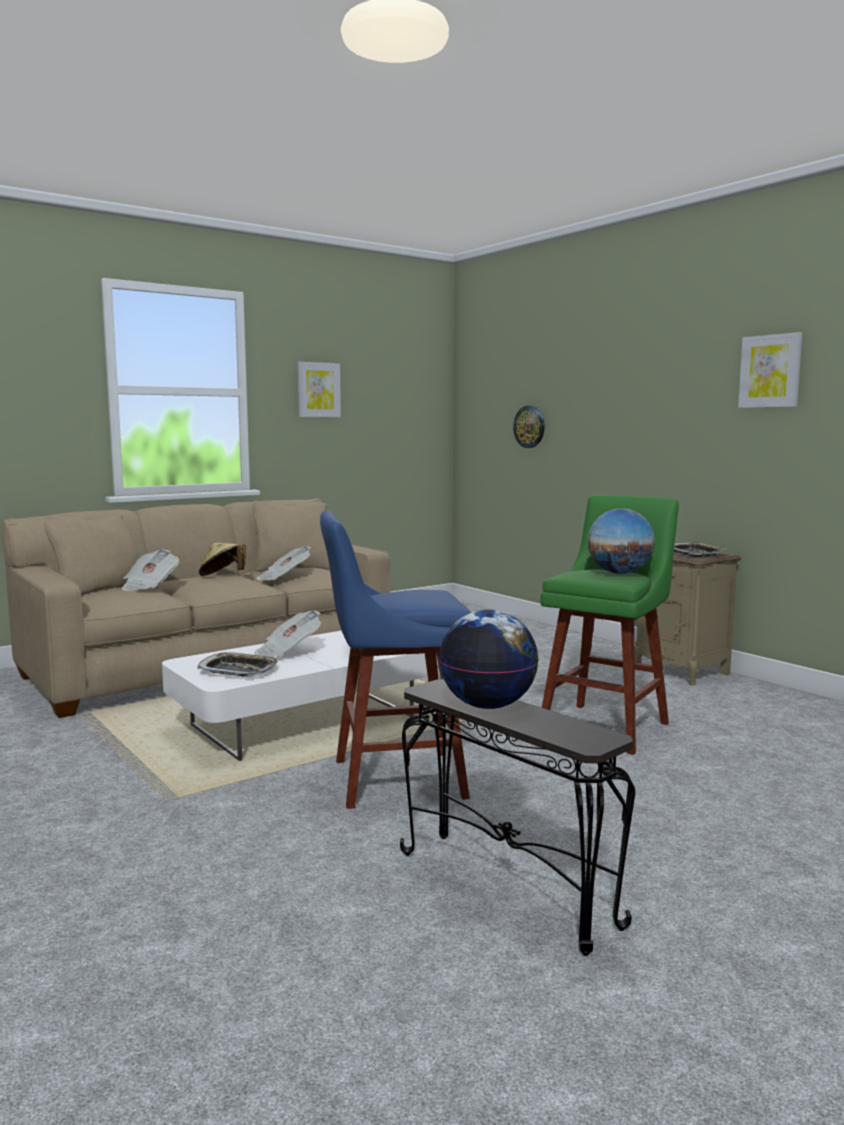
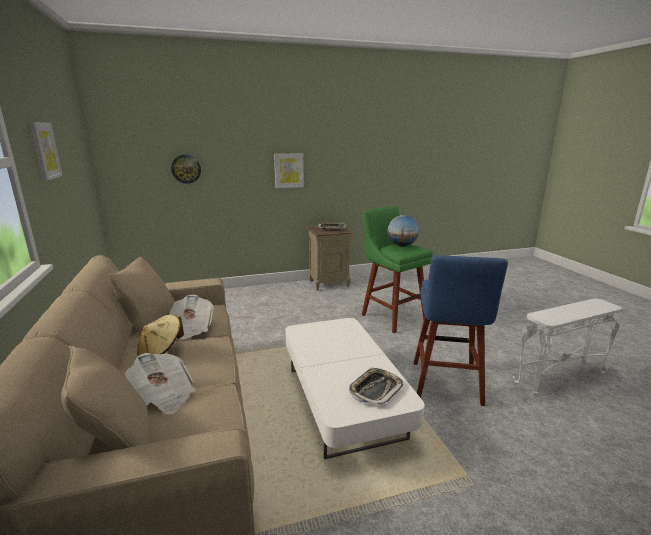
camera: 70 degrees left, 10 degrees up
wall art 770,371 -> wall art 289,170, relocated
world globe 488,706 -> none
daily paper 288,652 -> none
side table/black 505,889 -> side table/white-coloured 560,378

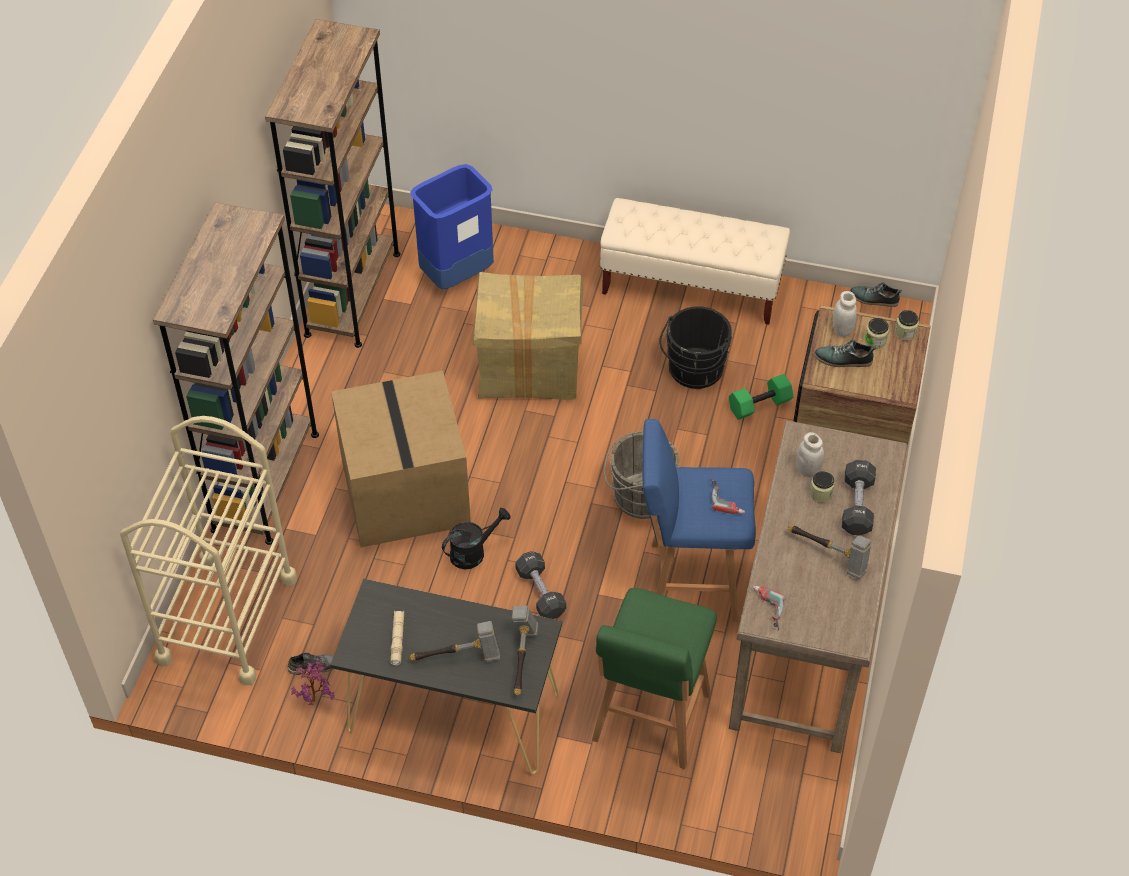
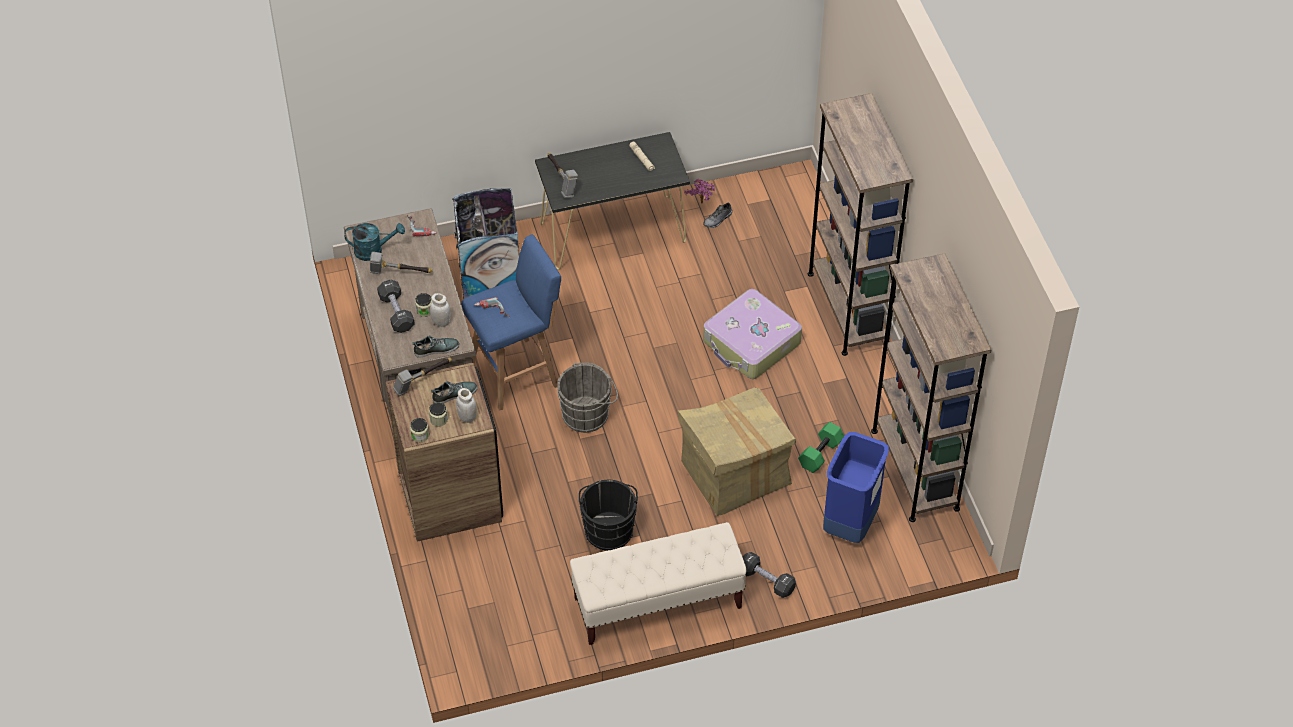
camera: 150 degrees right, 0 degrees up
shoe 874,299 -> shoe 436,349, relocated
carton 403,491 -> piece of luggage 751,343
dumbbell/green-coloured 760,404 -> dumbbell/green-coloured 821,454, relocated
trolley/sand-coloured 227,619 -> none
watering can/black 473,552 -> none
dumbbell/black 540,592 -> dumbbell/black 766,580, relocated
stool seat/green-coloured 650,721 -> rubbish bin 490,280
tool hammer 458,657 -> tool hammer 422,381, relocated
none -> watering can/blue-green 374,250

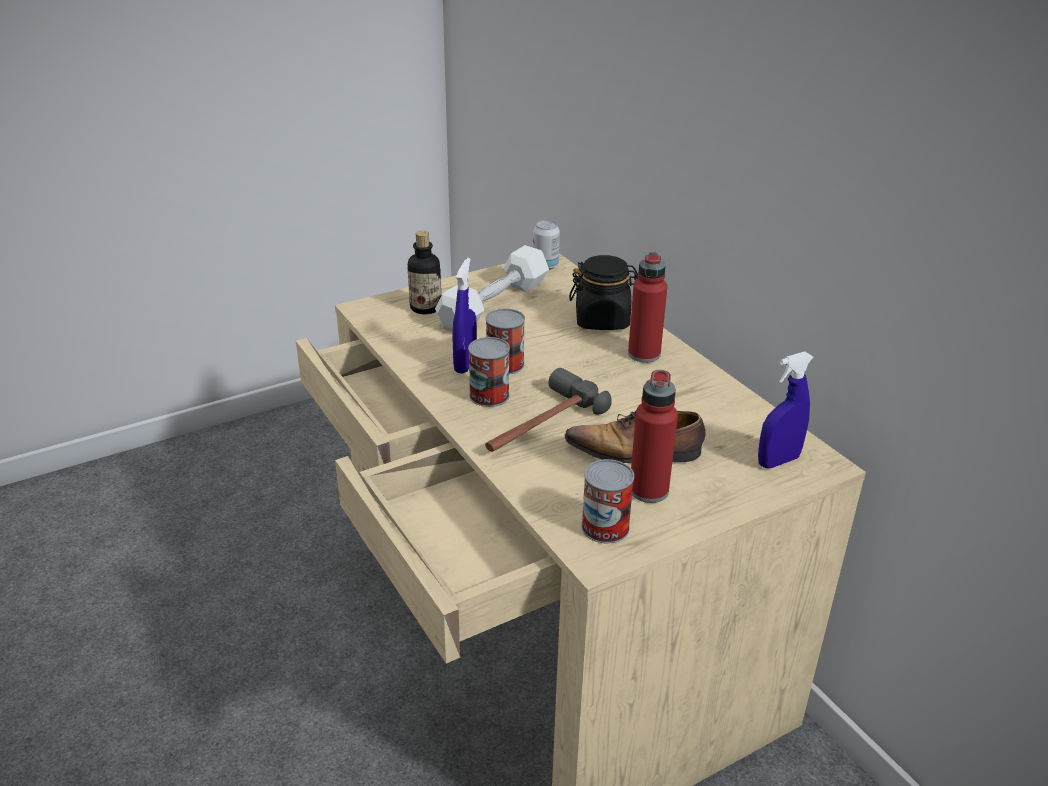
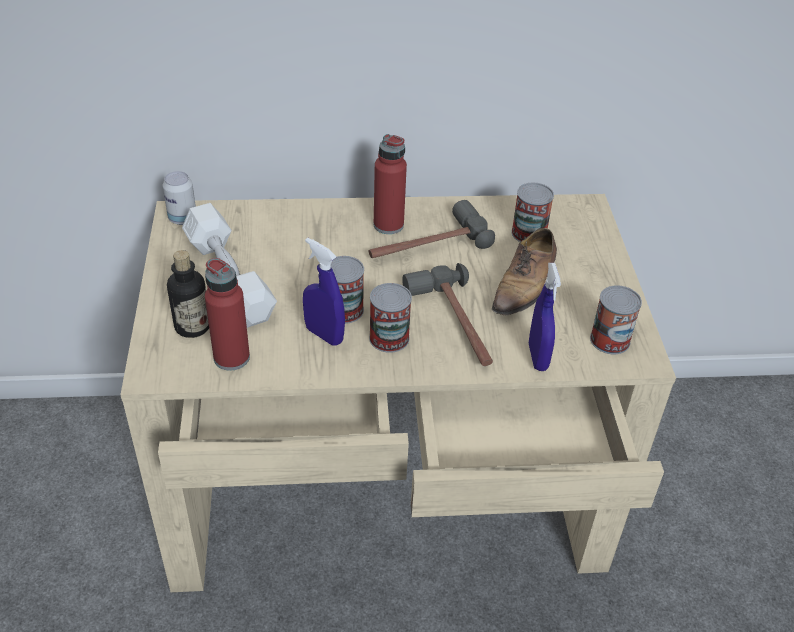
camera: 65 degrees left, 10 degrees up
preserve jar/black 602,320 -> none
sprayer/blue-coloured 778,461 -> sprayer/blue-coloured 537,357, relocated
drink bottle/red-coloured 648,490 -> drink bottle/red-coloured 231,358, relocated
none -> sealed can 529,233
none -> tool hammer 427,245

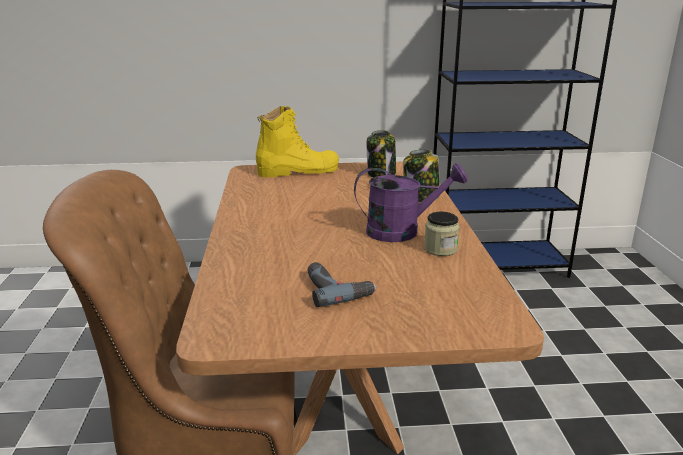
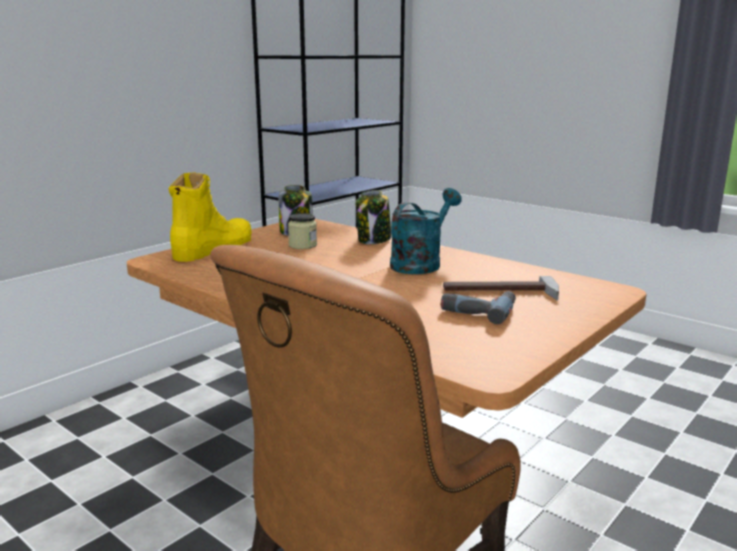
camera: 45 degrees left, 5 degrees down
watering can/purplish 402,231 -> watering can/blue-green 420,263
preserve jar 440,249 -> preserve jar 302,245, relocated
none -> tool hammer 500,292

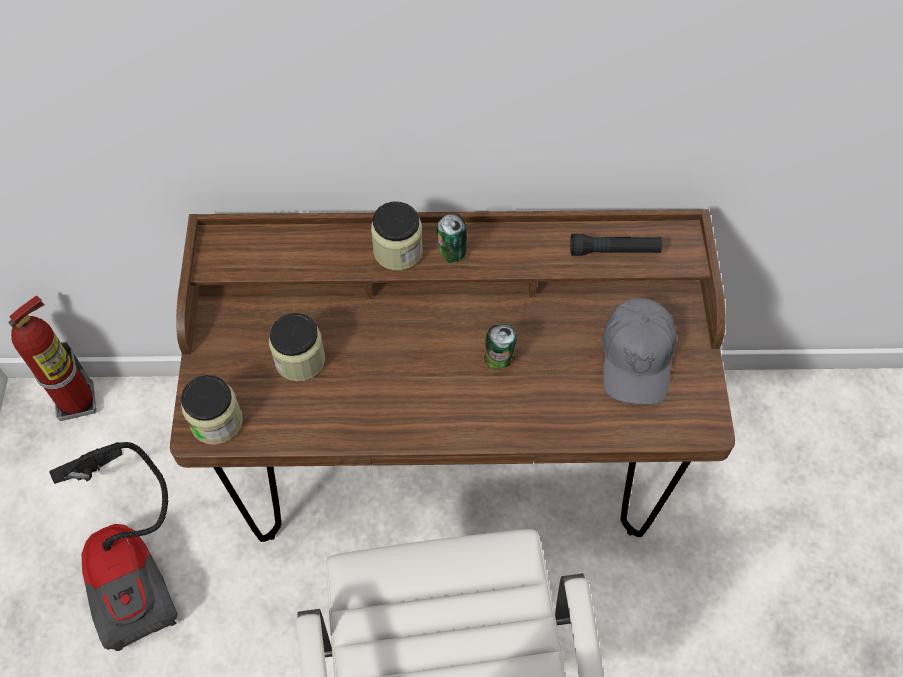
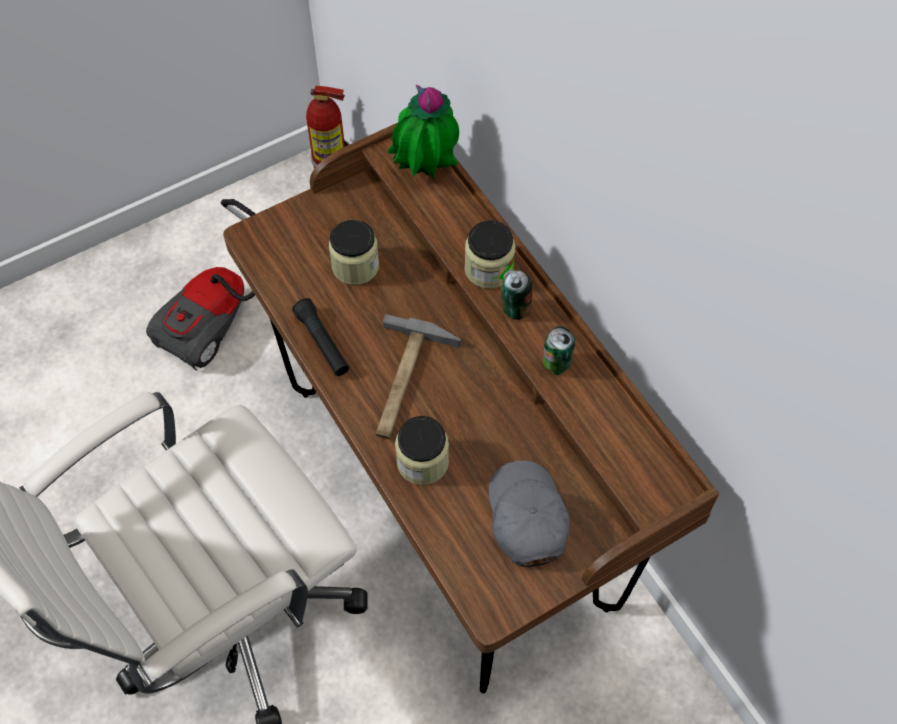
camera: 60 degrees right, 0 degrees up
hand torch/black 614,251 -> hand torch/black 322,343, relocated
cap/gray 637,357 -> cap/gray 526,518, 105 degrees clockwise
sealed can 498,361 -> sealed can 555,365, relocated
preserve jar 216,421 -> preserve jar 422,462, relocated
none -> plant in a pot 425,174
none -> tool hammer 406,382

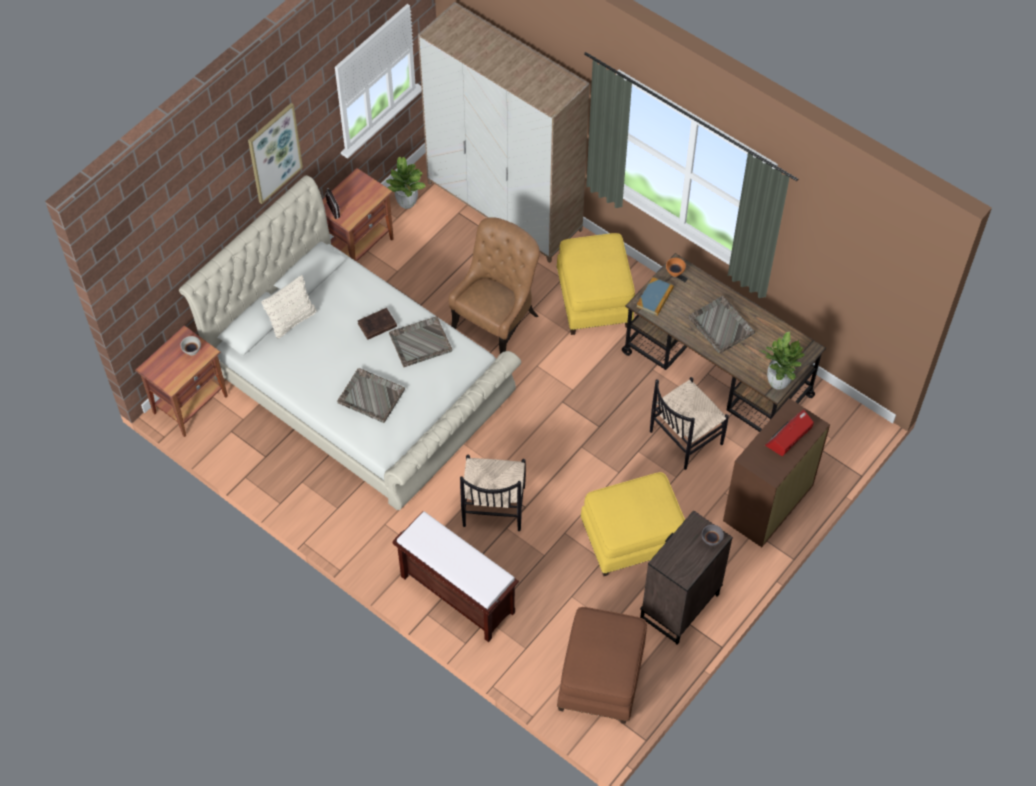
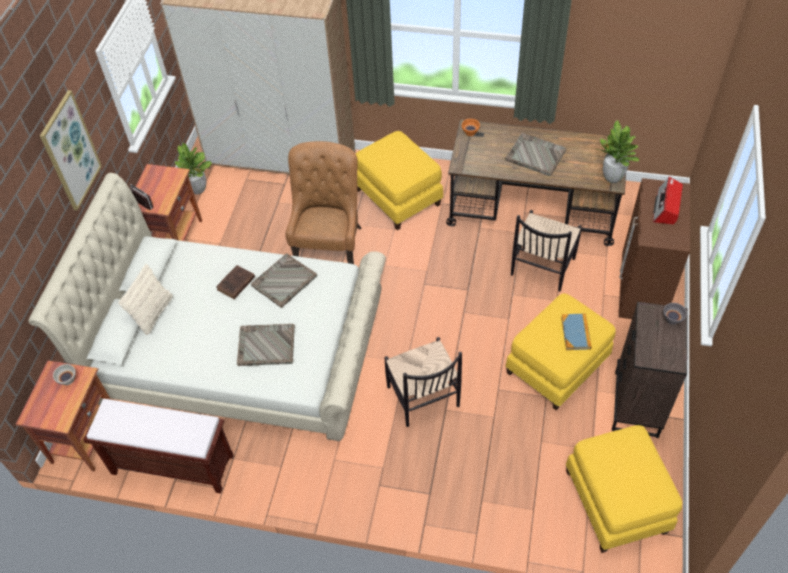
camera: 25 degrees left, 5 degrees down
bound book 655,297 -> bound book 576,333, relocated
long seat/brown-coloured 456,594 -> long seat/brown-coloured 171,465, relocated
pouffe/brown-coloured 602,677 -> pouffe/yellow-coloured 617,501

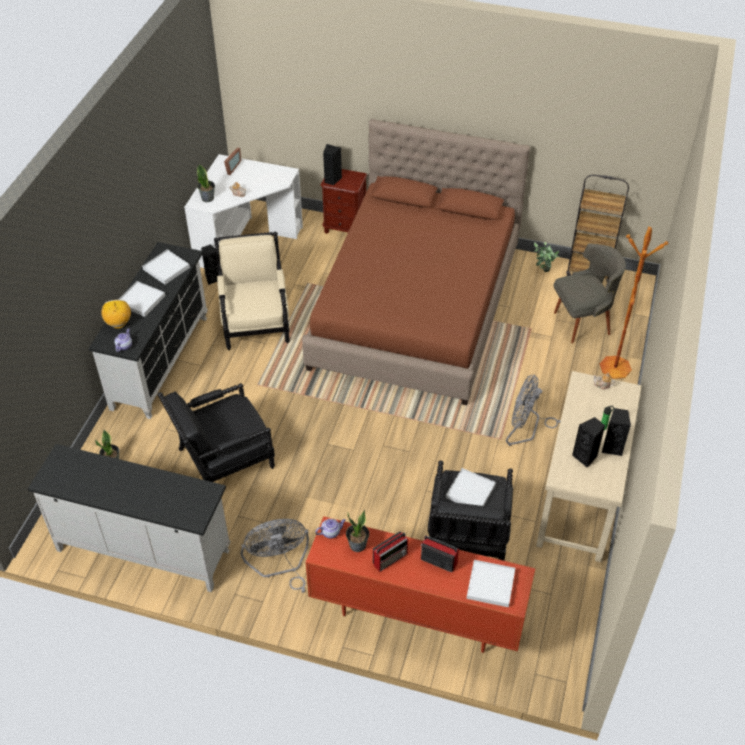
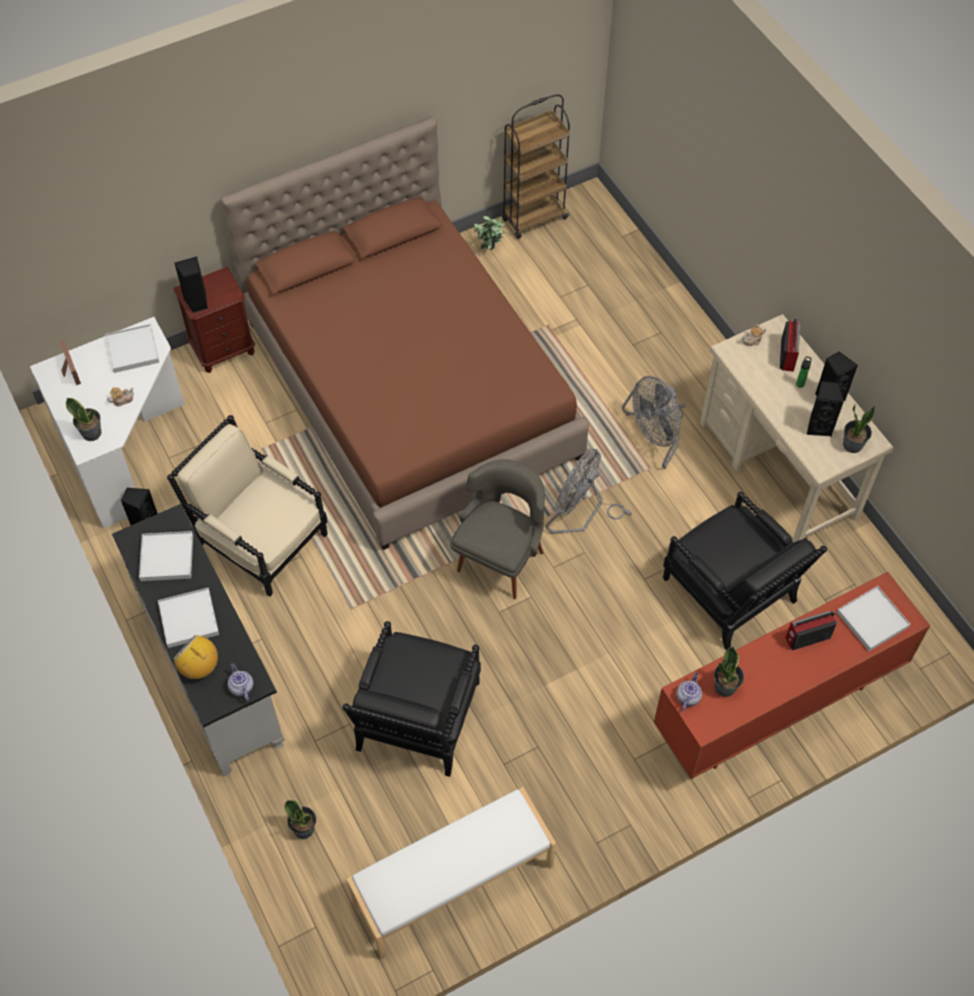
camera: 45 degrees left, 10 degrees up
garment stand/orange 615,367 -> none
plain chair/gray 581,323 -> plain chair/gray 499,562, relocated
drawer chest/black 143,548 -> long seat/white-coloured 453,885
carrying tray/white-coloured 470,491 -> carrying tray/white-coloured 133,350, relocated
fan/gray 281,565 -> fan/gray 584,509, relocated
radio 391,558 -> radio 787,354, relocated
none -> plant in a pot 852,445

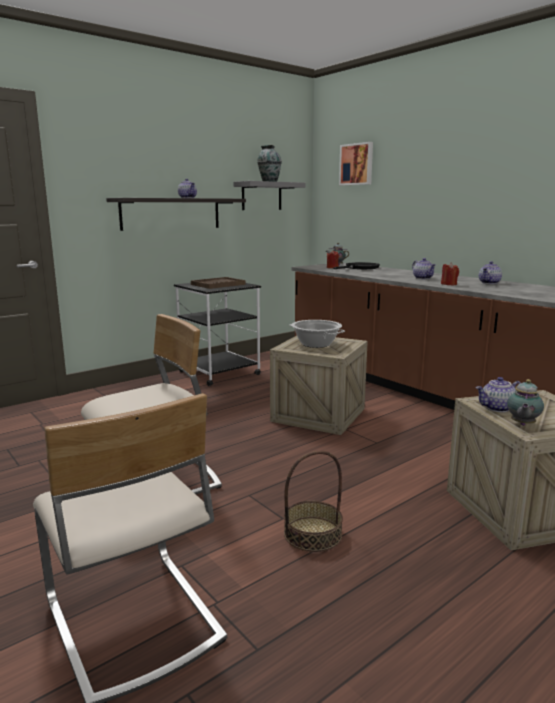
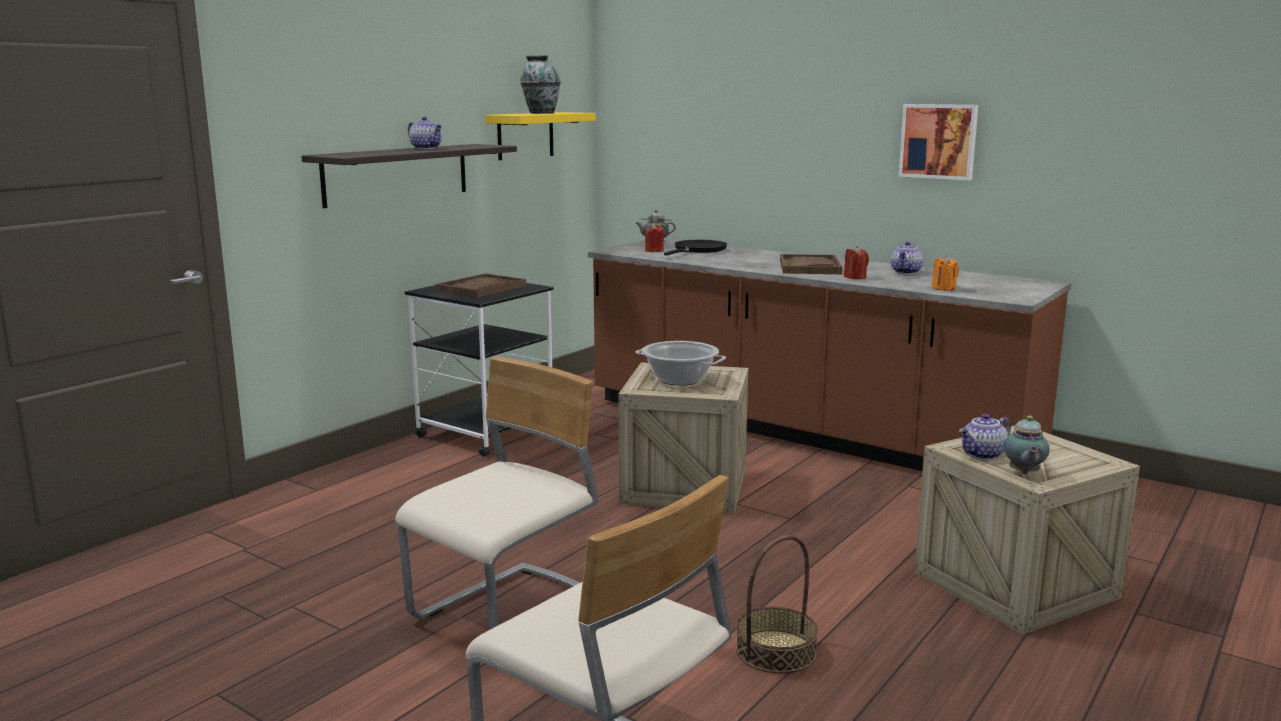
camera: 15 degrees left, 0 degrees up
wall art 357,164 -> wall art 939,141, relocated
shelf/gray 261,196 -> shelf/yellow-coloured 525,135
tea pot 423,278 -> carrying tray/brown-coloured 809,267
none -> wax light/orange 943,288

